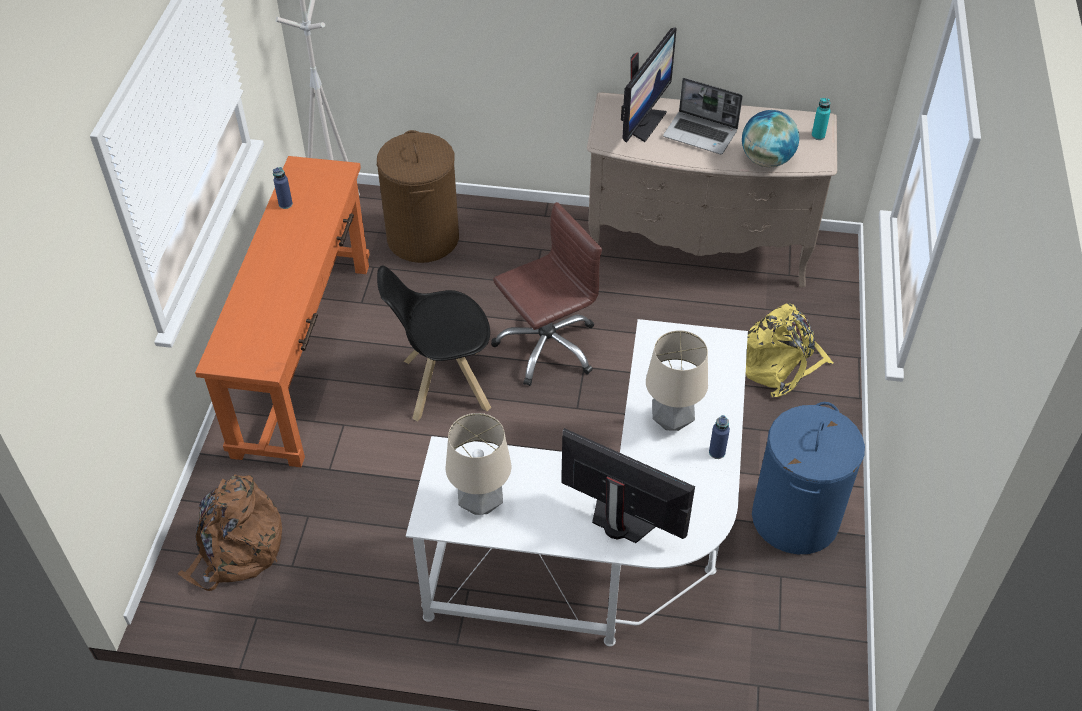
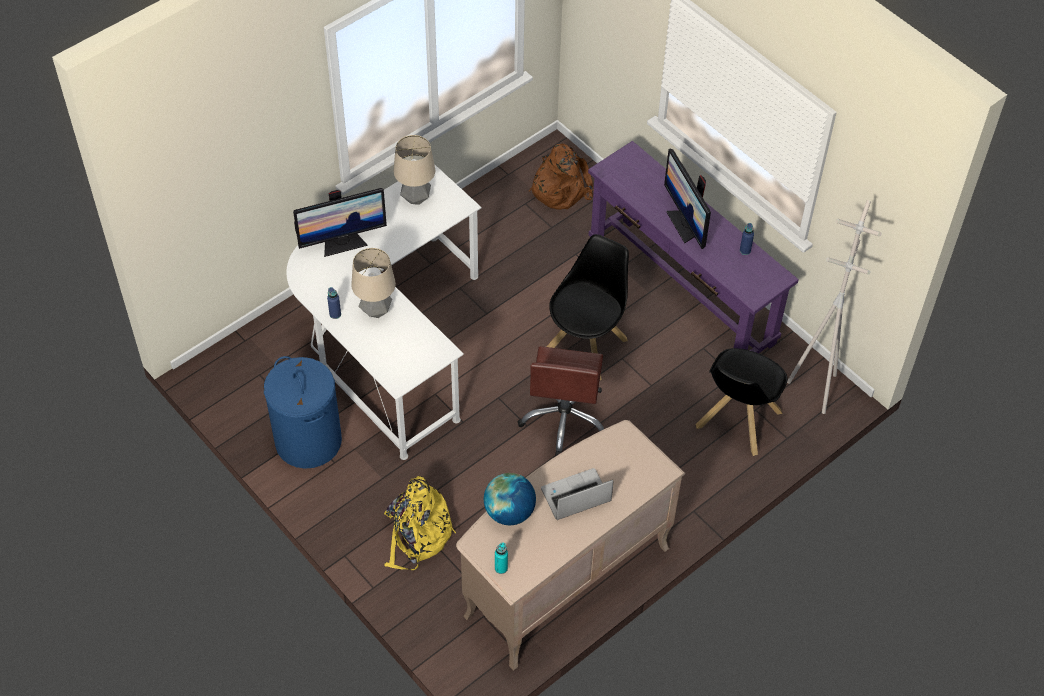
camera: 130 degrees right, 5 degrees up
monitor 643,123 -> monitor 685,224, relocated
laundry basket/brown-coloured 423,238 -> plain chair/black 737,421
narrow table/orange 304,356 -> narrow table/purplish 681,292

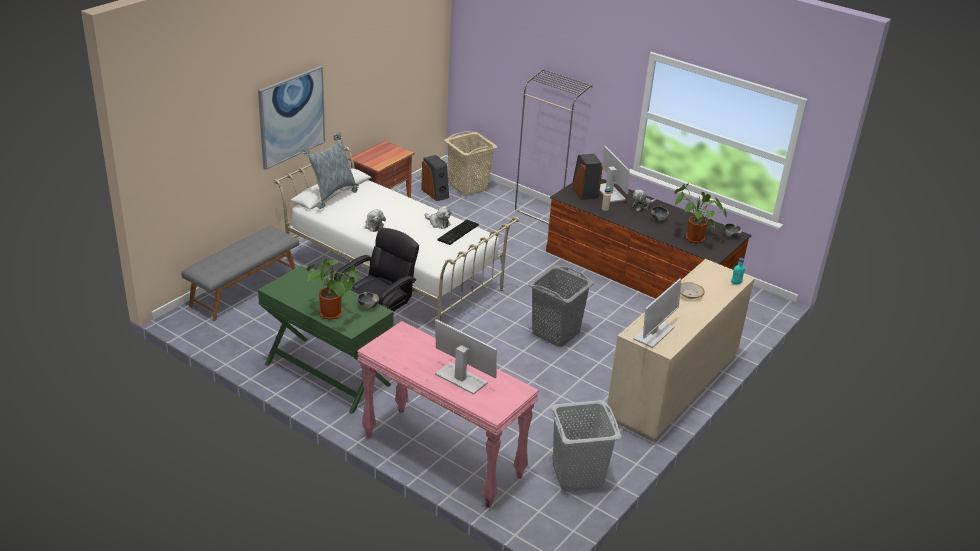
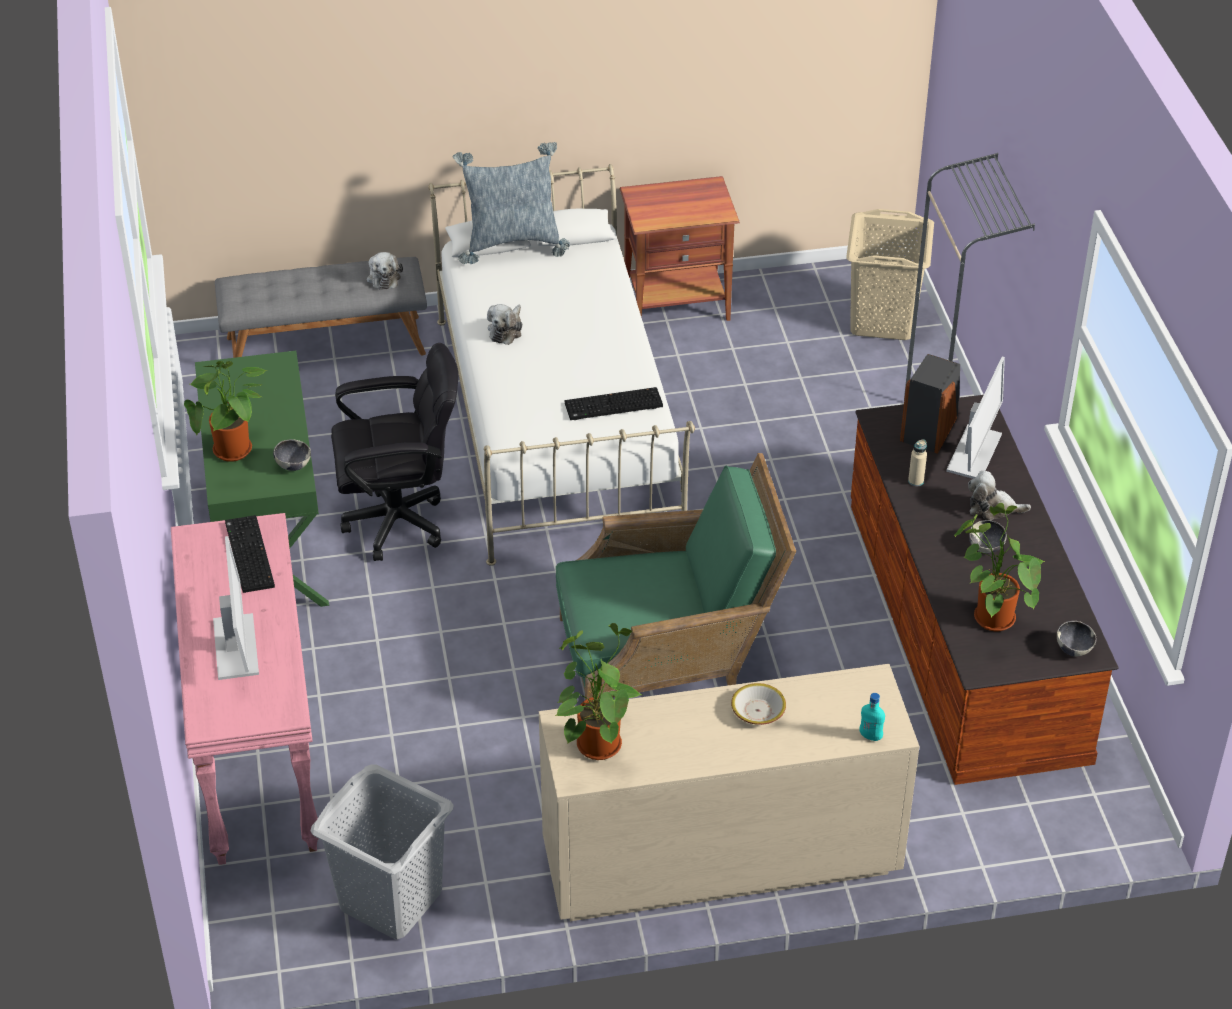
camera: 45 degrees right, 10 degrees up
wall art 291,116 -> none
loudspeaker 435,193 -> none
soft toy 438,223 -> soft toy 383,277, relocated
laundry basket/gray 556,333 -> lounge chair/green-coloured 668,660
monitor 654,334 -> plant in a pot 596,742
none -> PC keyboard 247,554

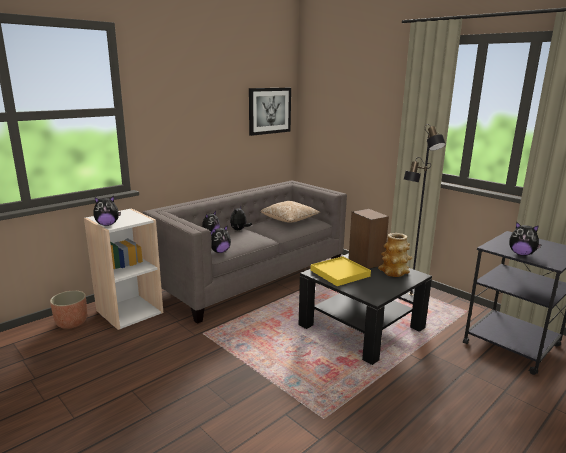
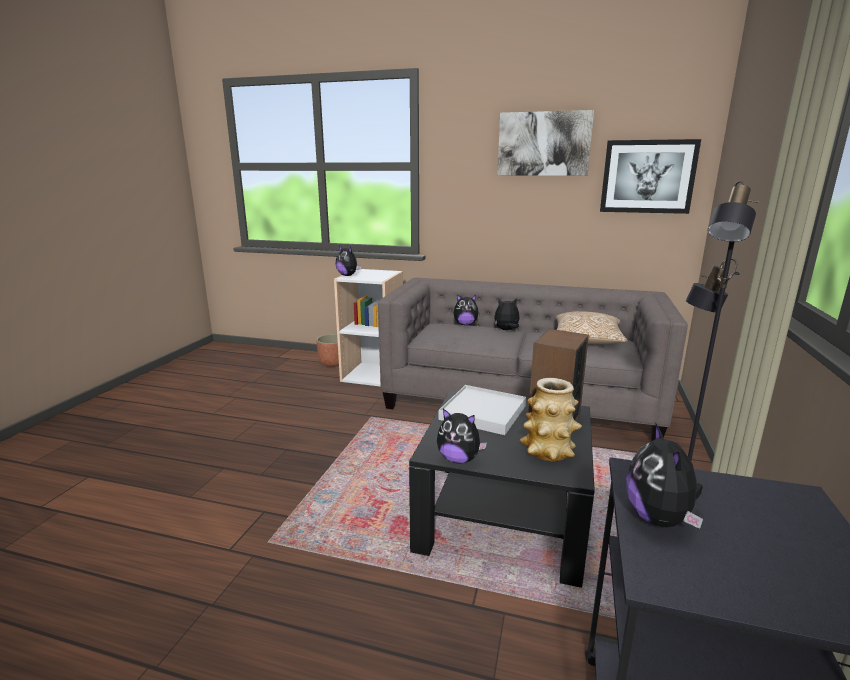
camera: 60 degrees right, 0 degrees up
soft toy 220,252 -> soft toy 459,459, relocated
carrying tray/yellow-coloured 340,273 -> carrying tray/white-coloured 483,413
none -> wall art 543,144

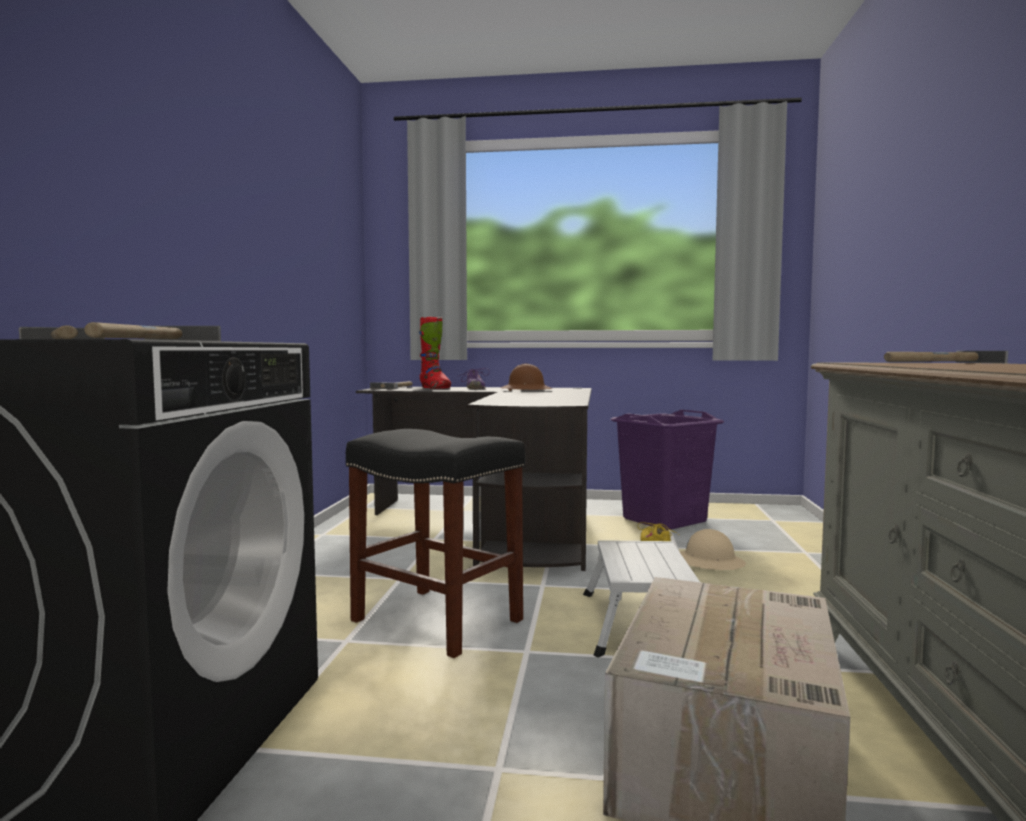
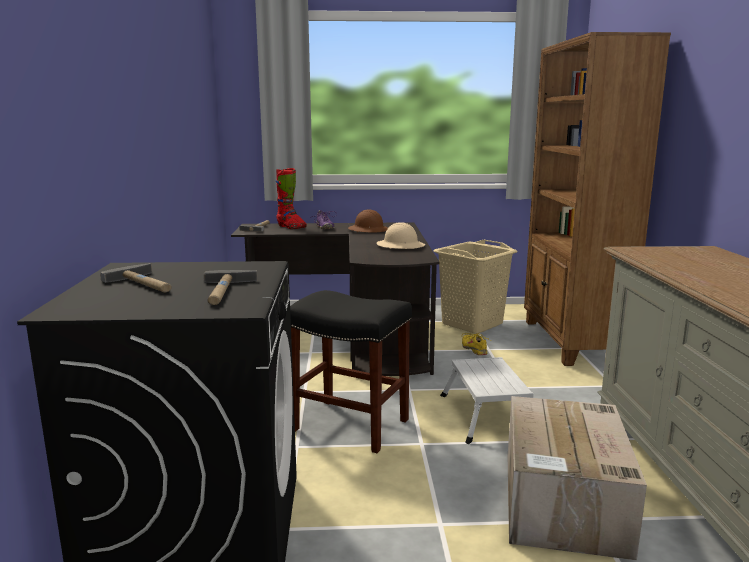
camera: 10 degrees left, 10 degrees up
tool hammer 939,362 -> none
laundry basket/purplish 665,520 -> laundry basket/sand-coloured 472,324
work helmet/sand-coloured 709,562 -> work helmet/sand-coloured 400,246, relocated
none -> shelving unit/brown-coloured 571,341

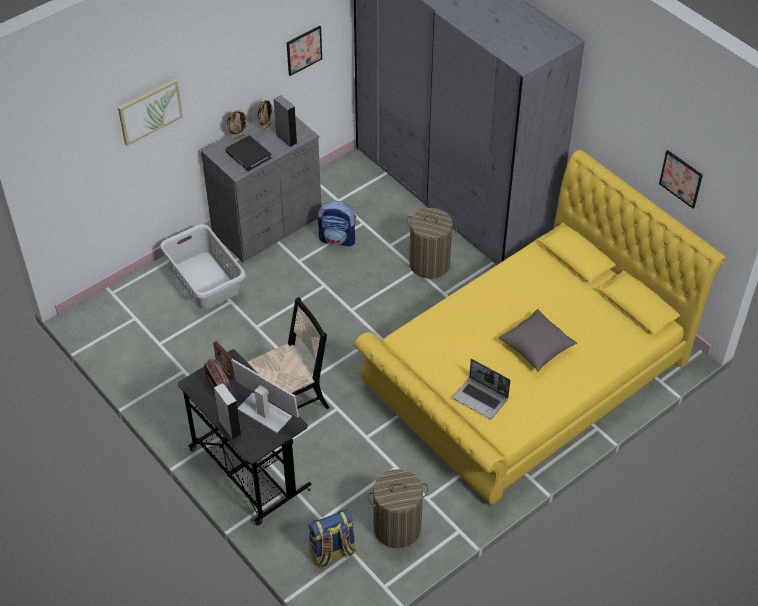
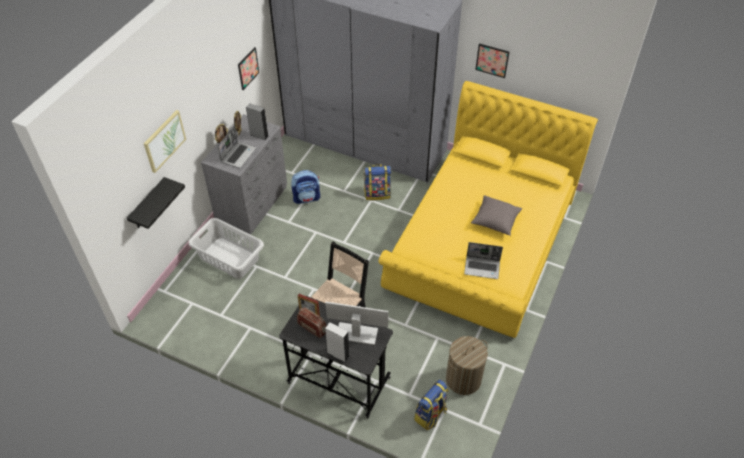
camera: 25 degrees left, 0 degrees up
bound book/black 248,155 -> portable computer 238,155
wall art 681,178 -> wall art 492,60, relocated
laundry basket 429,264 -> rucksack 377,194
none -> shelf/black 148,205

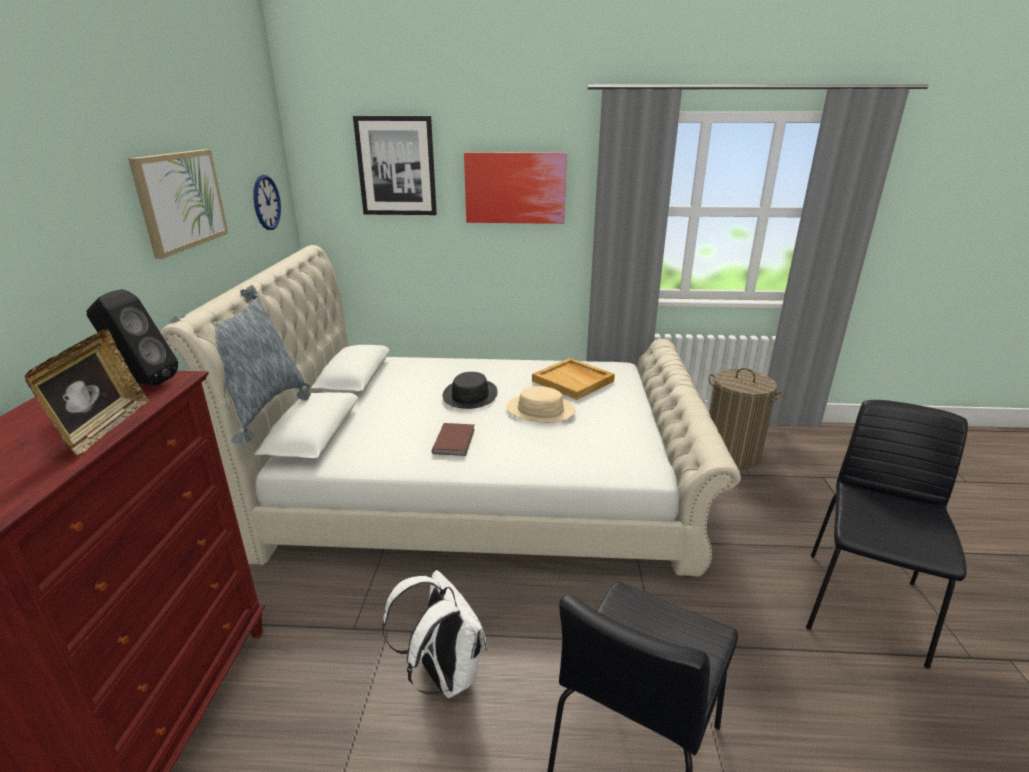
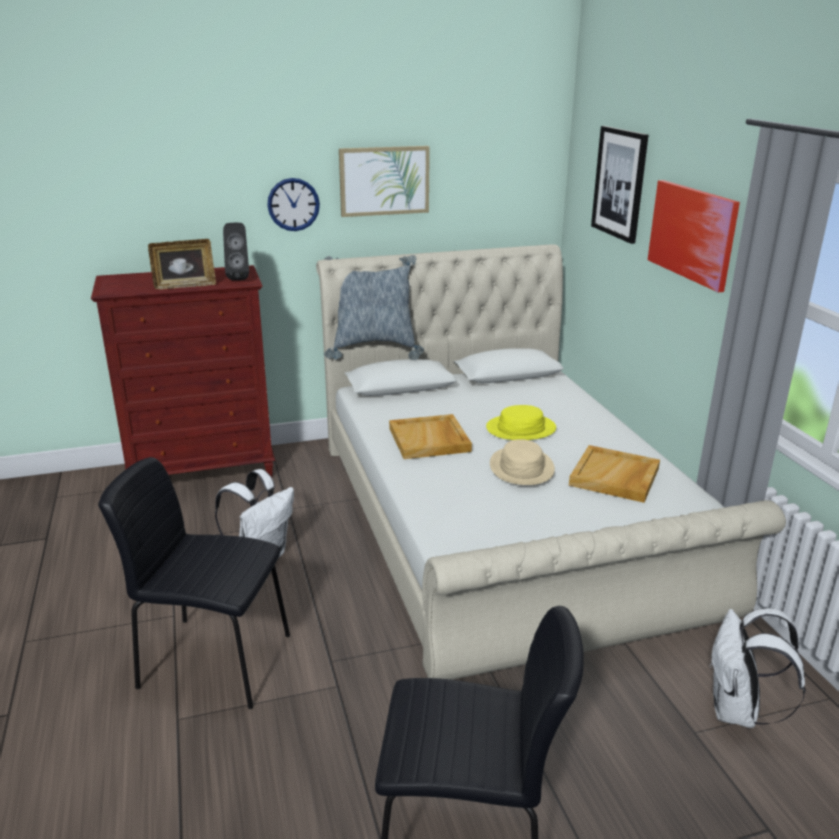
camera: 70 degrees right, 0 degrees up
hanging clock 266,202 -> hanging clock 293,204, relocated
laundry basket 731,454 -> rucksack/white-coloured 738,711
clothing hat/black 470,395 -> clothing hat/yellow-coloured 521,429
bound book/brown-coloured 455,441 -> carrying tray/sand-coloured 430,440

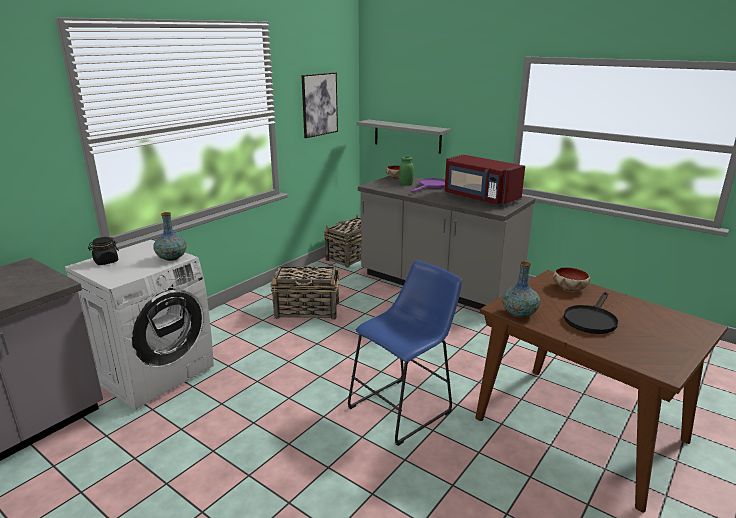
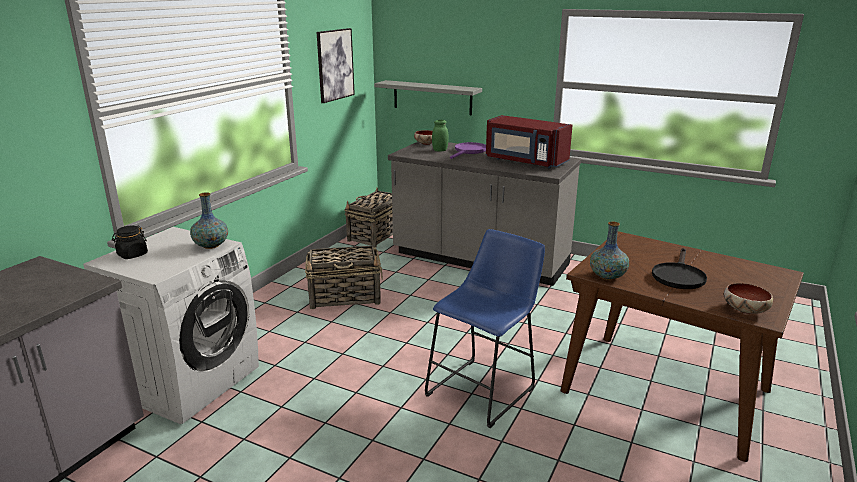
camera: 10 degrees left, 0 degrees up
bowl 569,288 -> bowl 744,310, relocated

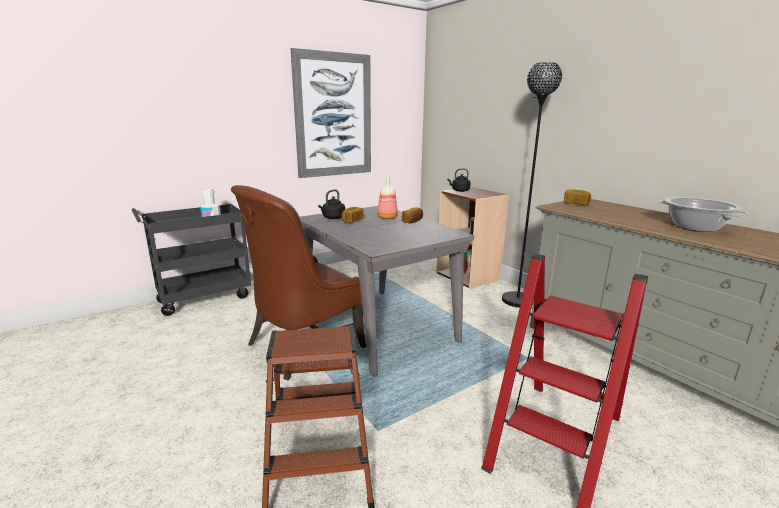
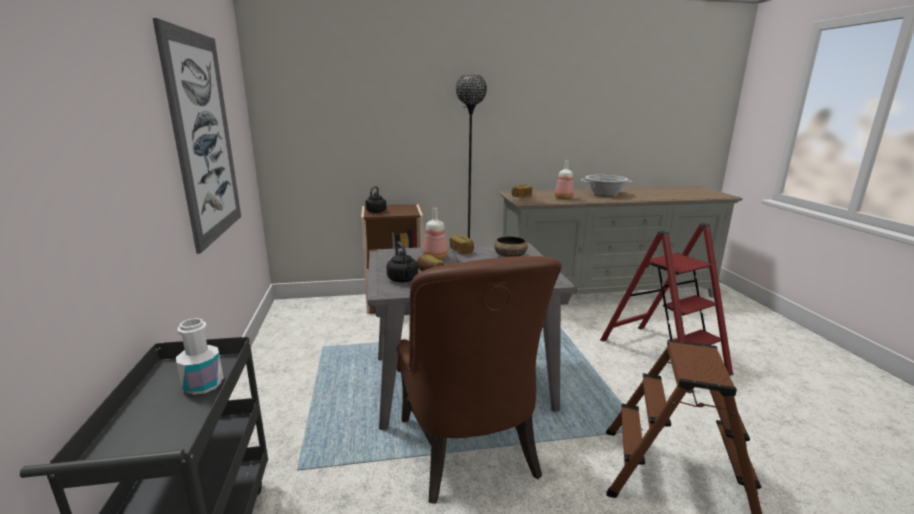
camera: 65 degrees left, 0 degrees up
none -> drink bottle 563,198
none -> bowl 510,256

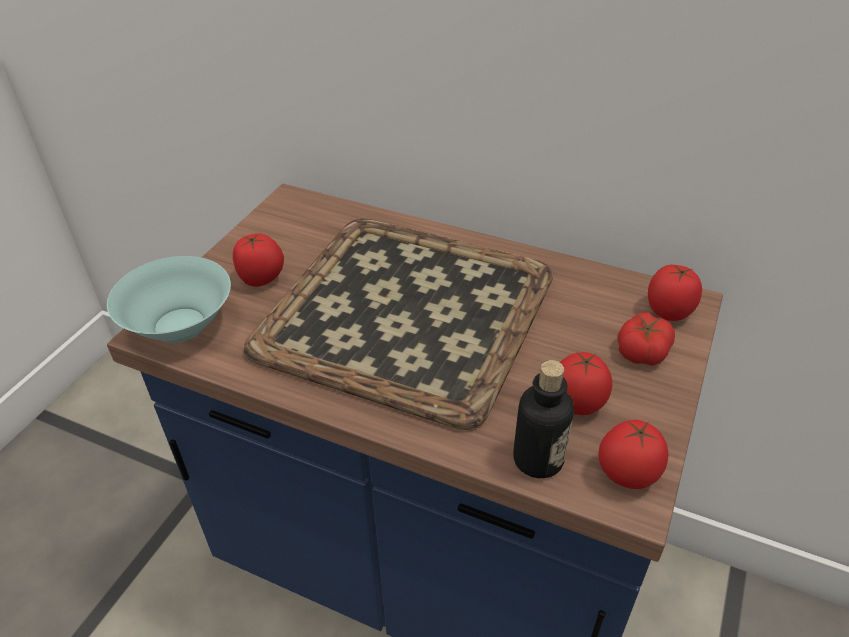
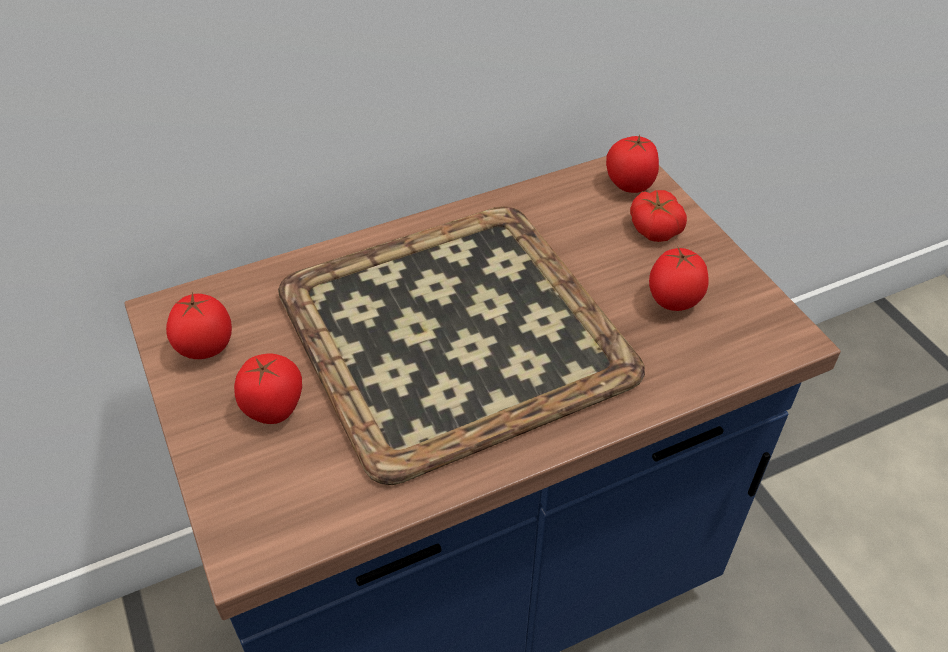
camera: 50 degrees left, 5 degrees up
bowl/blue-green 181,324 -> none
drink bottle 538,459 -> none
fresh tomato 626,474 -> fresh tomato 205,348, relocated

